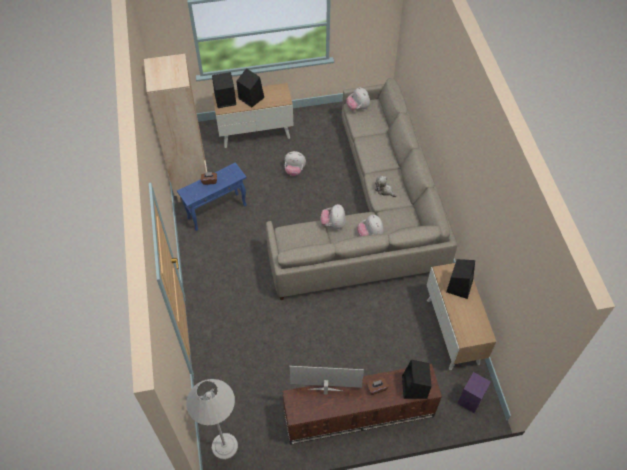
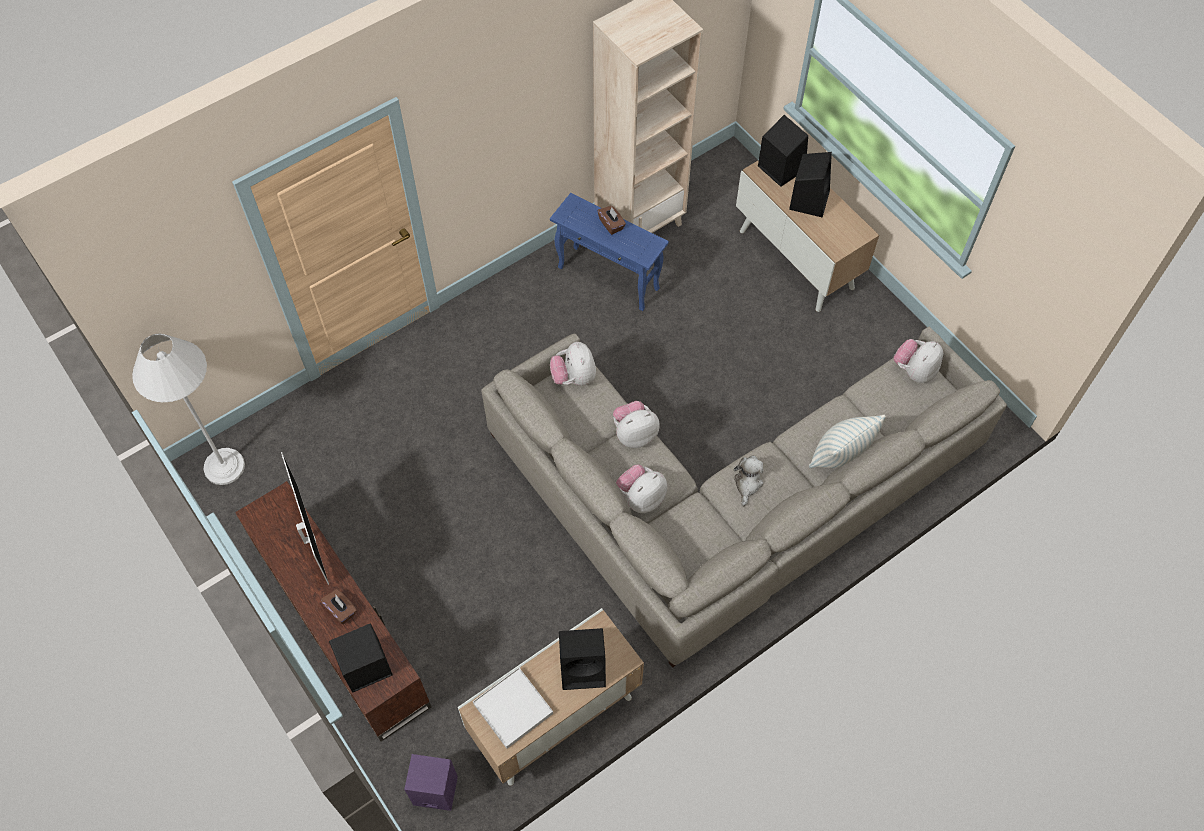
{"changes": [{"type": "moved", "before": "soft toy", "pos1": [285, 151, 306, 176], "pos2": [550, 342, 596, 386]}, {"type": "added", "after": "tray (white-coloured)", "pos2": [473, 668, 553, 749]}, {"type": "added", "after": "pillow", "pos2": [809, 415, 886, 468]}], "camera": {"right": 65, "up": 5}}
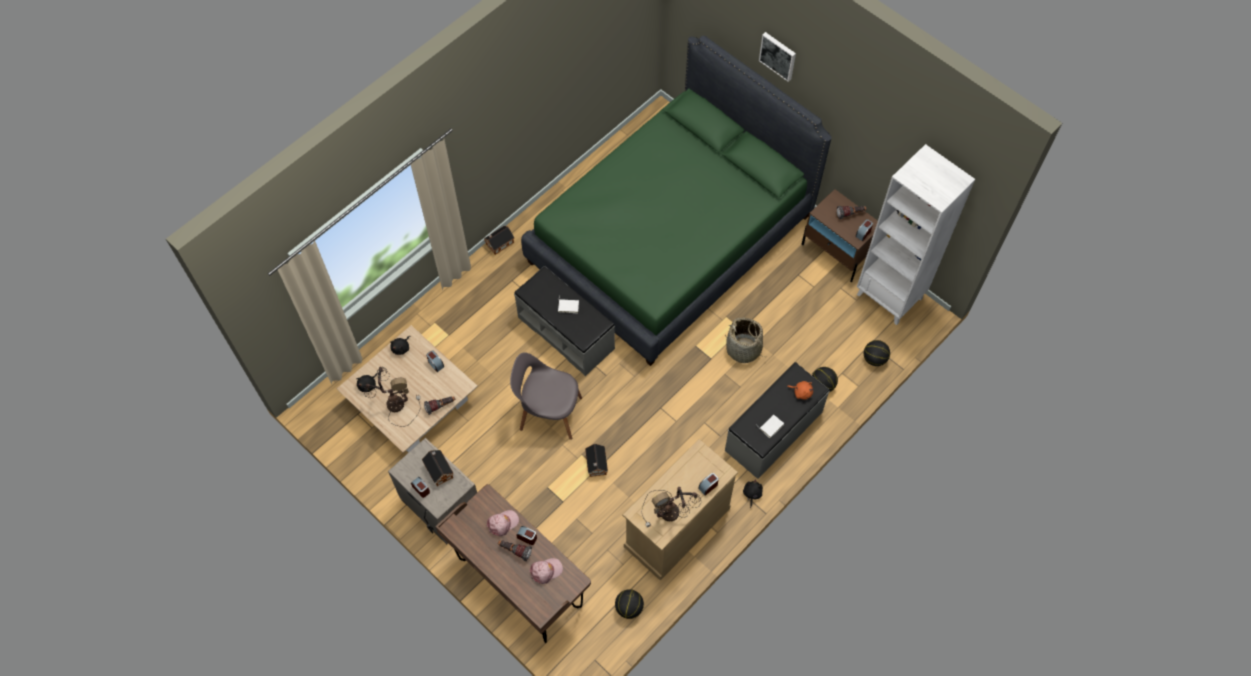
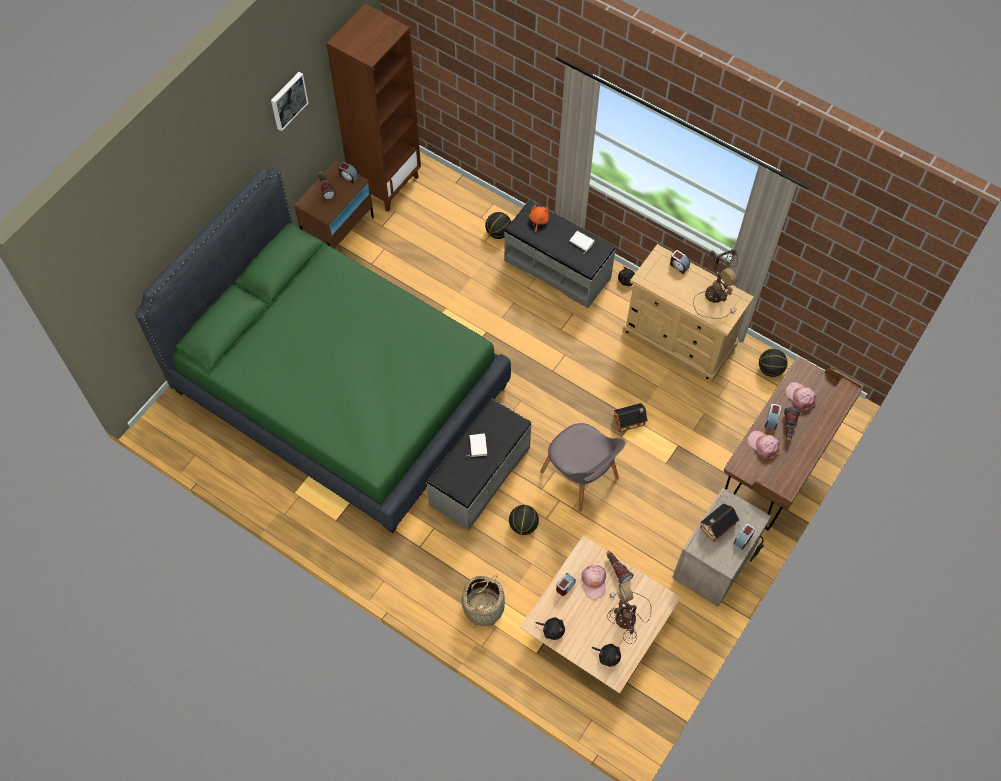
{"changes": [{"type": "removed", "before": "toy house", "pos1": [484, 226, 514, 255]}, {"type": "turned", "before": "plain chair (grey)", "pos1": [510, 352, 582, 440], "pos2": [540, 423, 626, 512], "turn": -45}, {"type": "moved", "before": "basket", "pos1": [725, 317, 764, 363], "pos2": [462, 575, 505, 628]}, {"type": "moved", "before": "wall art", "pos1": [759, 32, 796, 82], "pos2": [271, 72, 308, 131]}, {"type": "recoloured", "before": "bookshelf (white-coloured)", "after": "bookshelf (brownish)", "pos1": [857, 144, 975, 325], "pos2": [326, 4, 421, 212]}, {"type": "moved", "before": "basketball ball", "pos1": [864, 340, 890, 366], "pos2": [509, 505, 539, 535]}, {"type": "added", "after": "baseball cap (pinkish)", "pos2": [581, 565, 606, 598]}], "camera": {"right": -100, "up": 0}}
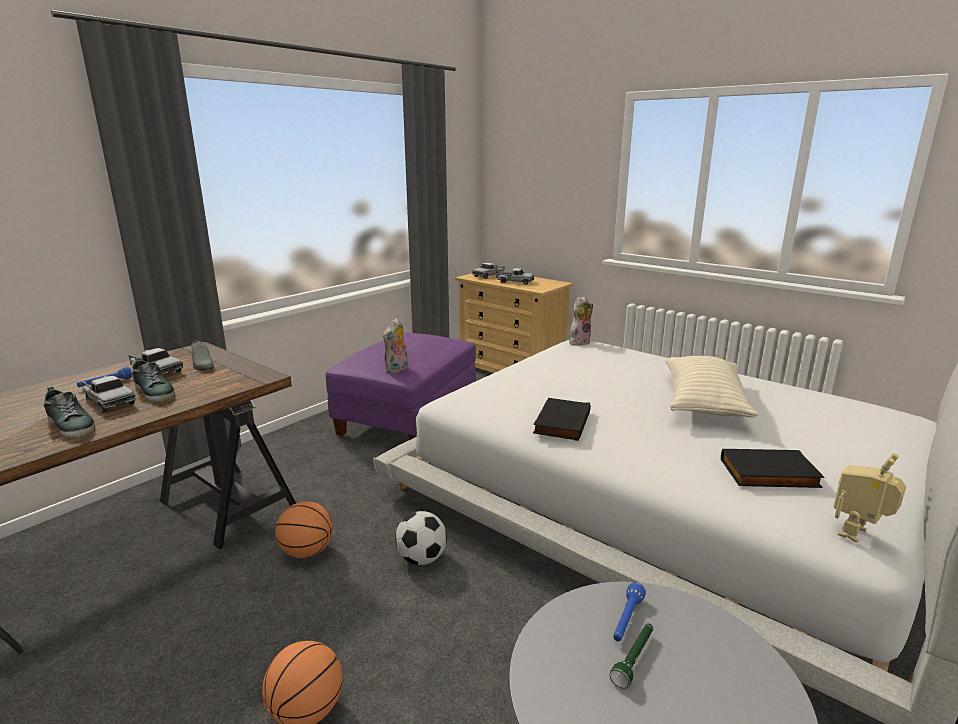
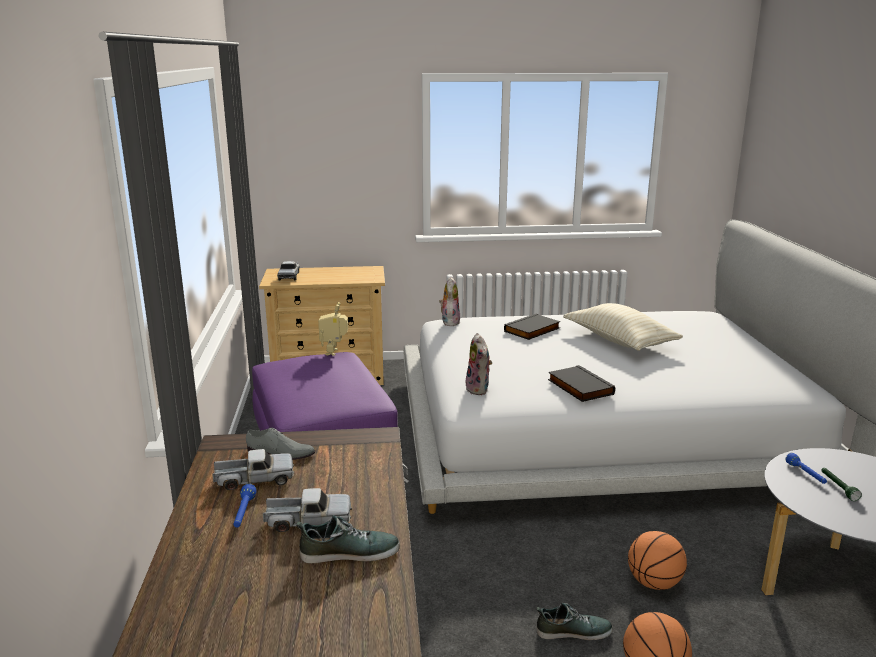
{"changes": [{"type": "moved", "before": "item of footwear", "pos1": [132, 358, 175, 402], "pos2": [537, 603, 613, 640]}, {"type": "moved", "before": "basketball ball", "pos1": [275, 501, 333, 559], "pos2": [628, 531, 687, 590]}, {"type": "moved", "before": "soft toy", "pos1": [383, 318, 408, 374], "pos2": [466, 333, 492, 395]}, {"type": "removed", "before": "football", "pos1": [395, 511, 447, 565]}, {"type": "removed", "before": "toy lorry", "pos1": [496, 268, 534, 285]}, {"type": "moved", "before": "volume (blackish)", "pos1": [721, 449, 824, 488], "pos2": [504, 313, 560, 340]}, {"type": "moved", "before": "robot figure", "pos1": [833, 453, 906, 543], "pos2": [318, 302, 348, 355]}], "camera": {"right": -45, "up": 0}}
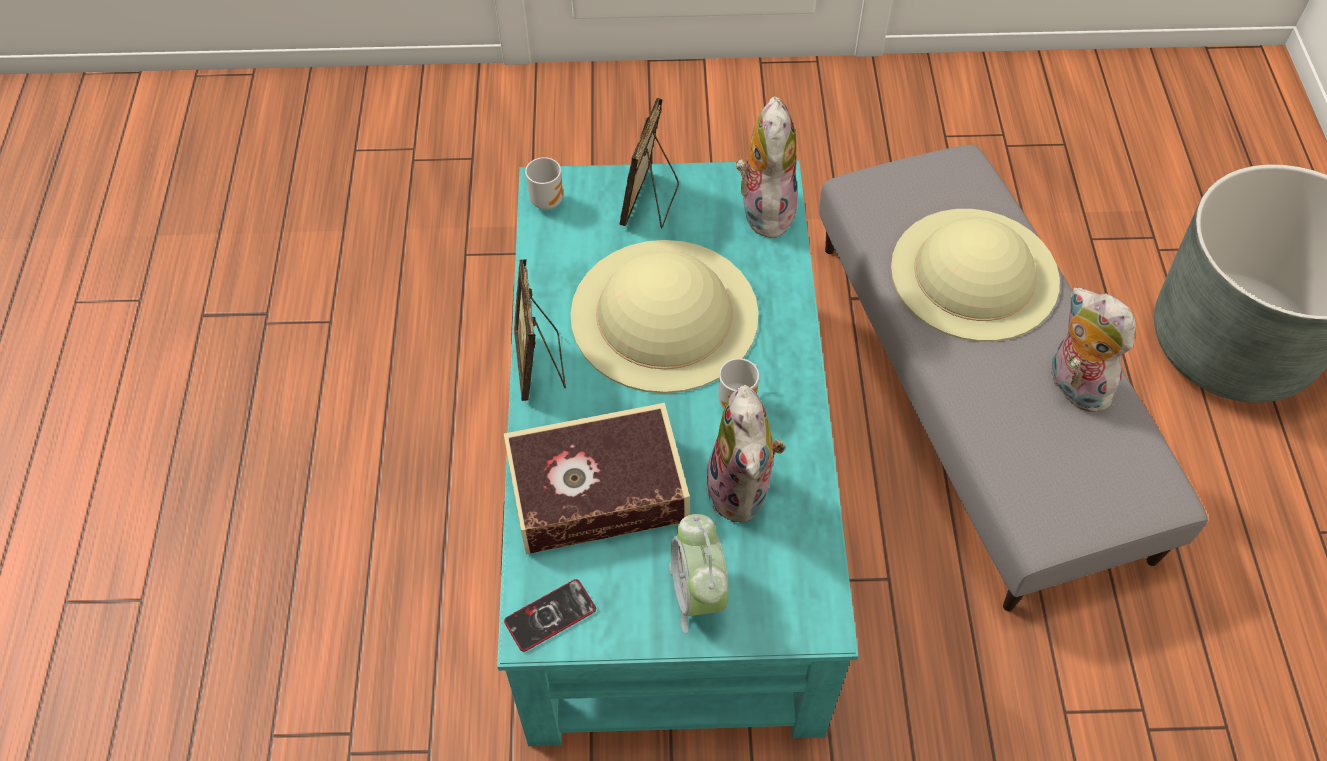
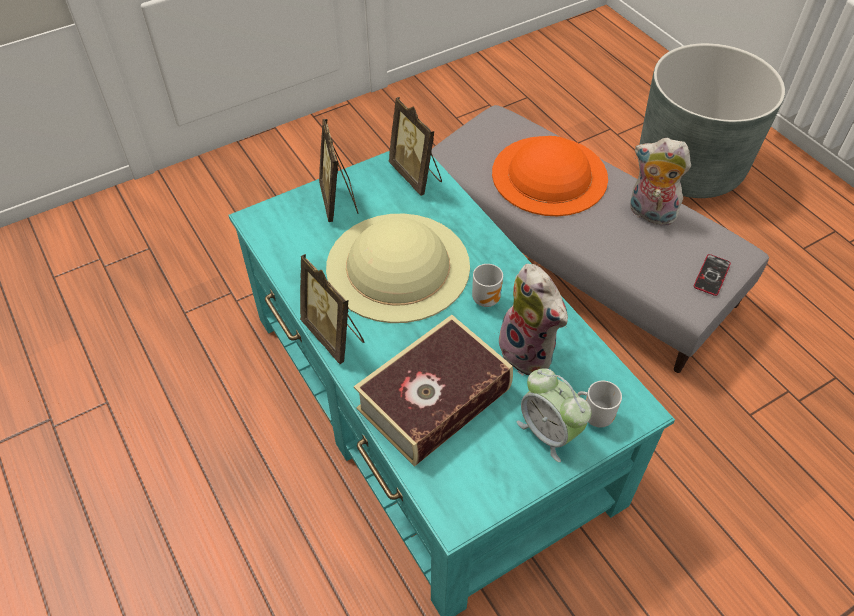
{"changes": [{"type": "moved", "before": "phone", "pos1": [504, 579, 596, 652], "pos2": [694, 254, 731, 296]}, {"type": "moved", "before": "mug", "pos1": [525, 157, 563, 210], "pos2": [577, 381, 622, 427]}, {"type": "replaced", "before": "soft toy", "after": "standing frame", "pos1": [736, 96, 798, 238], "pos2": [389, 97, 442, 196]}, {"type": "recoloured", "before": "wearable hat (beige)", "after": "wearable hat (orange-coloured)", "pos1": [891, 209, 1060, 342], "pos2": [492, 136, 608, 216]}], "camera": {"right": -30, "up": -5}}
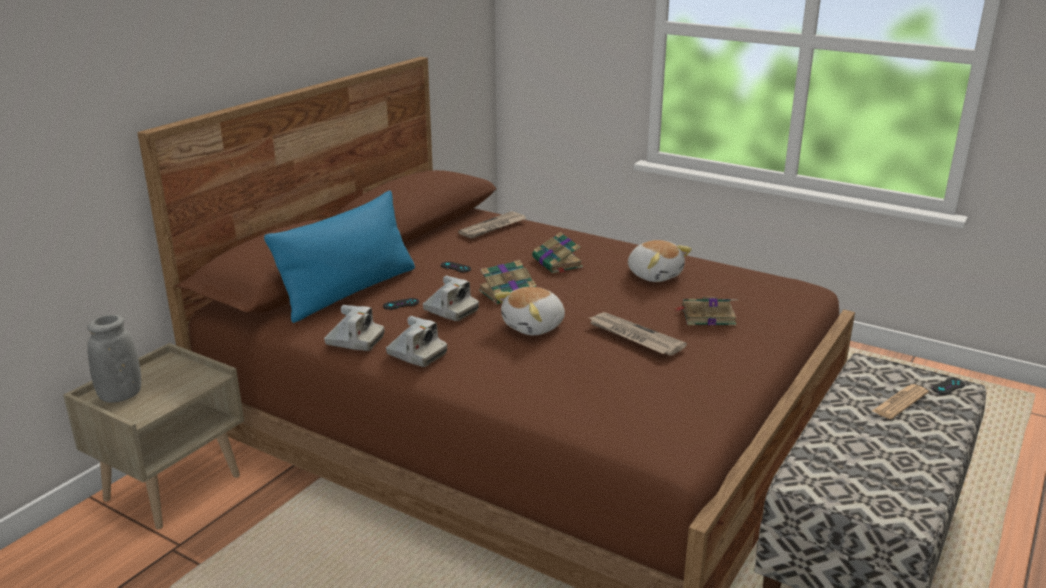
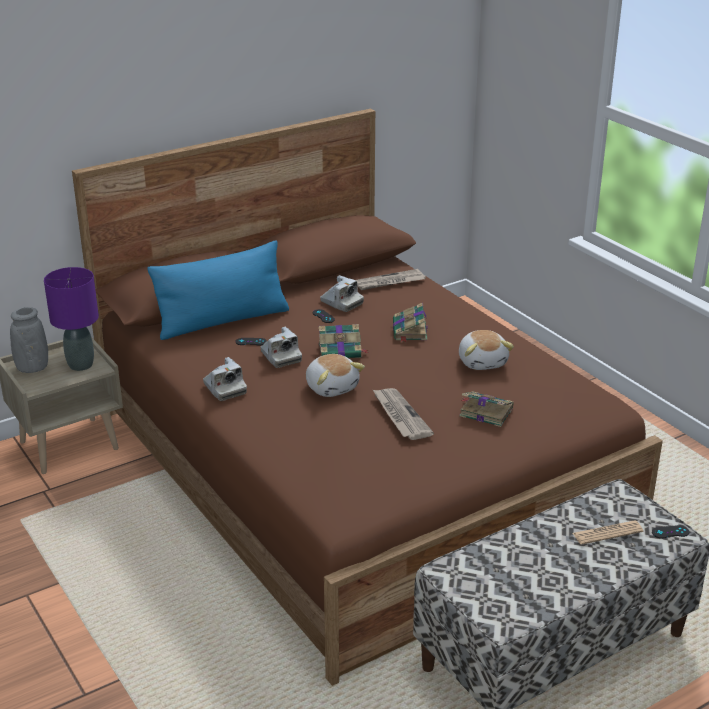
{"changes": [{"type": "moved", "before": "still camera", "pos1": [324, 305, 385, 351], "pos2": [320, 275, 364, 312]}, {"type": "turned", "before": "soft toy", "pos1": [494, 287, 565, 335], "pos2": [306, 354, 365, 397], "turn": -105}, {"type": "added", "after": "lamp for a table (purple-coloured)", "pos2": [44, 267, 99, 371]}], "camera": {"right": 25, "up": 5}}
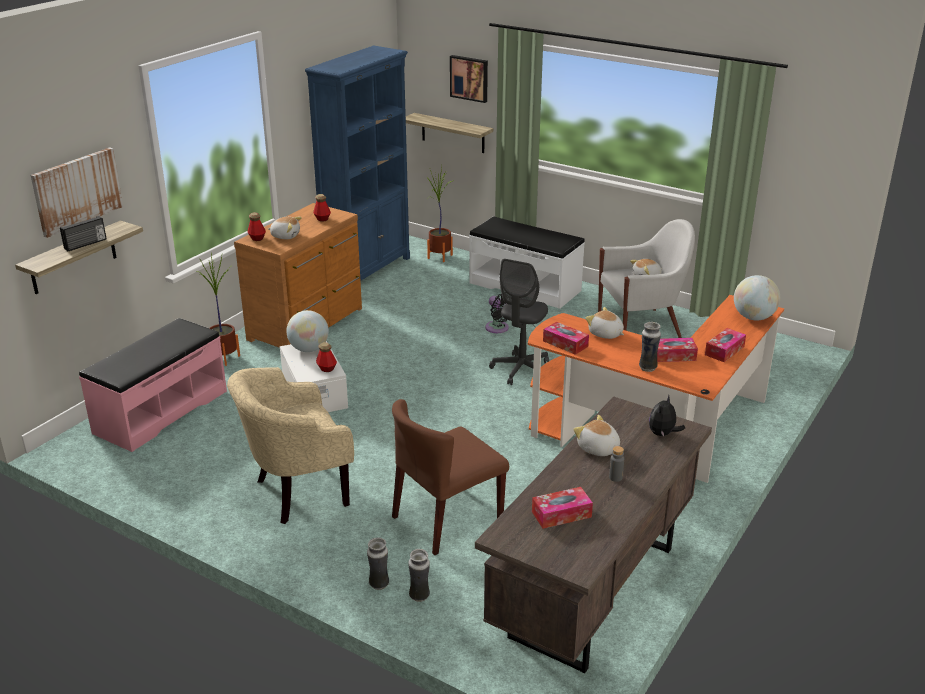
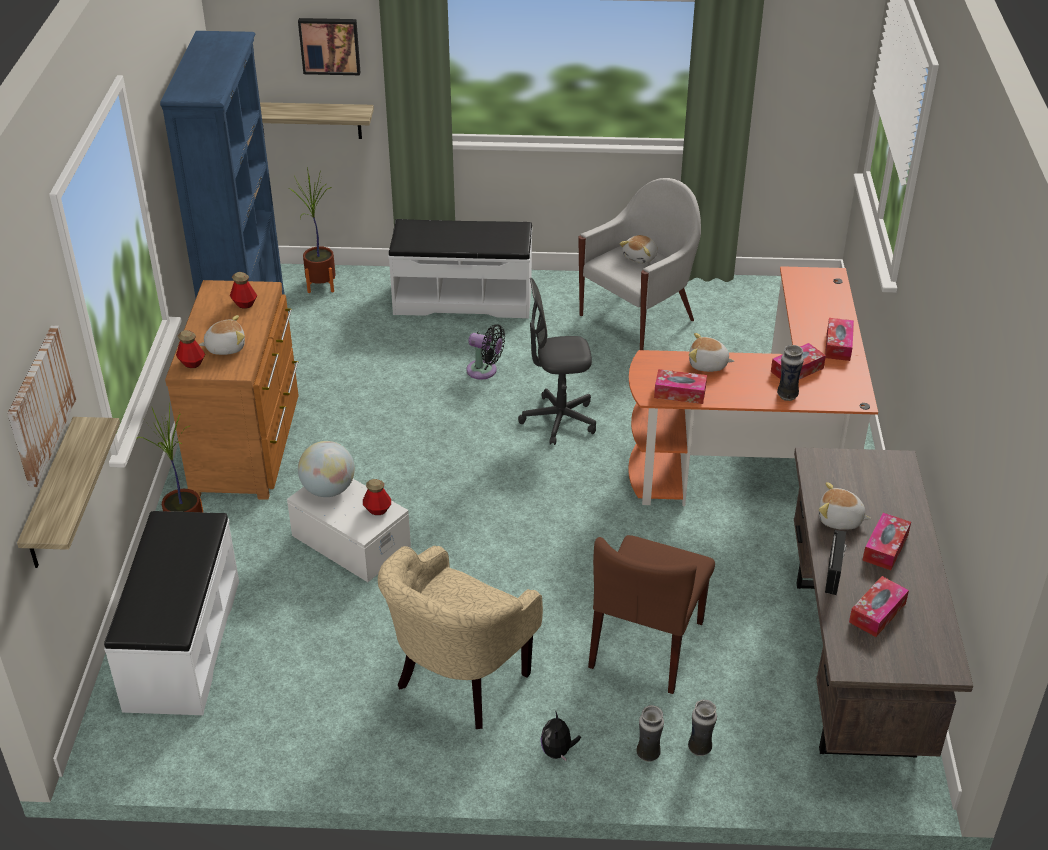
{"changes": [{"type": "moved", "before": "radio receiver", "pos1": [60, 216, 107, 251], "pos2": [825, 530, 847, 595]}, {"type": "recoloured", "before": "long seat (pinkish)", "after": "long seat (white-coloured)", "pos1": [79, 318, 227, 452], "pos2": [104, 511, 239, 715]}, {"type": "turned", "before": "desk chair (grey)", "pos1": [489, 259, 549, 385], "pos2": [518, 278, 596, 445], "turn": 90}, {"type": "replaced", "before": "drink bottle (grey)", "after": "tissue holder", "pos1": [609, 446, 624, 482], "pos2": [862, 513, 911, 570]}, {"type": "moved", "before": "soft toy", "pos1": [649, 395, 685, 437], "pos2": [540, 712, 581, 762]}, {"type": "removed", "before": "world globe", "pos1": [734, 275, 780, 321]}], "camera": {"right": -30, "up": 10}}
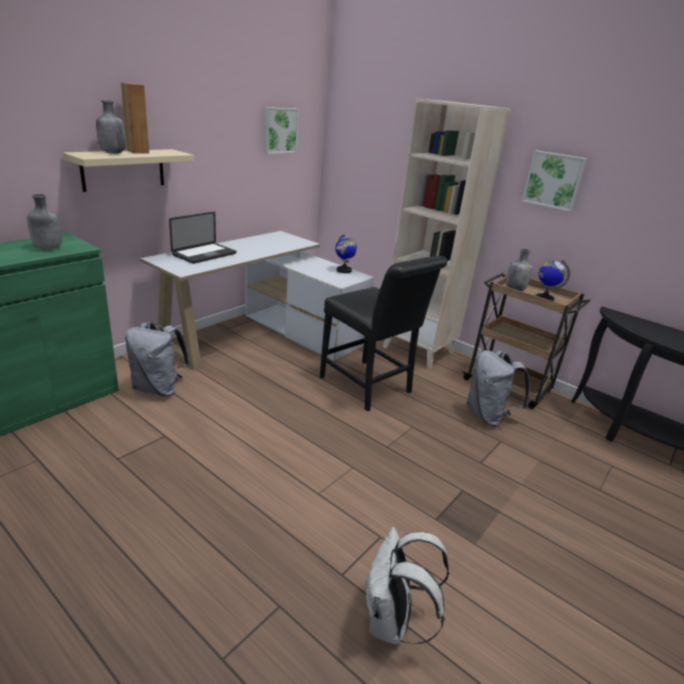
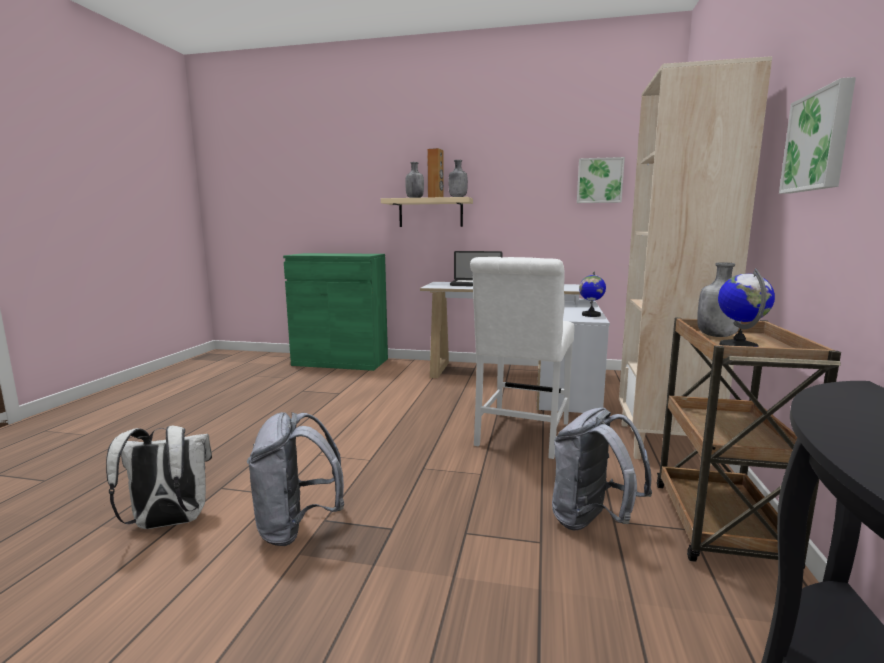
{"changes": [{"type": "moved", "before": "drink bottle (grey)", "pos1": [27, 194, 62, 249], "pos2": [449, 160, 468, 197]}, {"type": "moved", "before": "rucksack (grey)", "pos1": [125, 322, 190, 396], "pos2": [247, 412, 344, 546]}, {"type": "recoloured", "before": "plain chair (blackish)", "after": "plain chair (white-coloured)", "pos1": [320, 256, 447, 411], "pos2": [470, 257, 575, 459]}], "camera": {"right": 65, "up": -15}}
